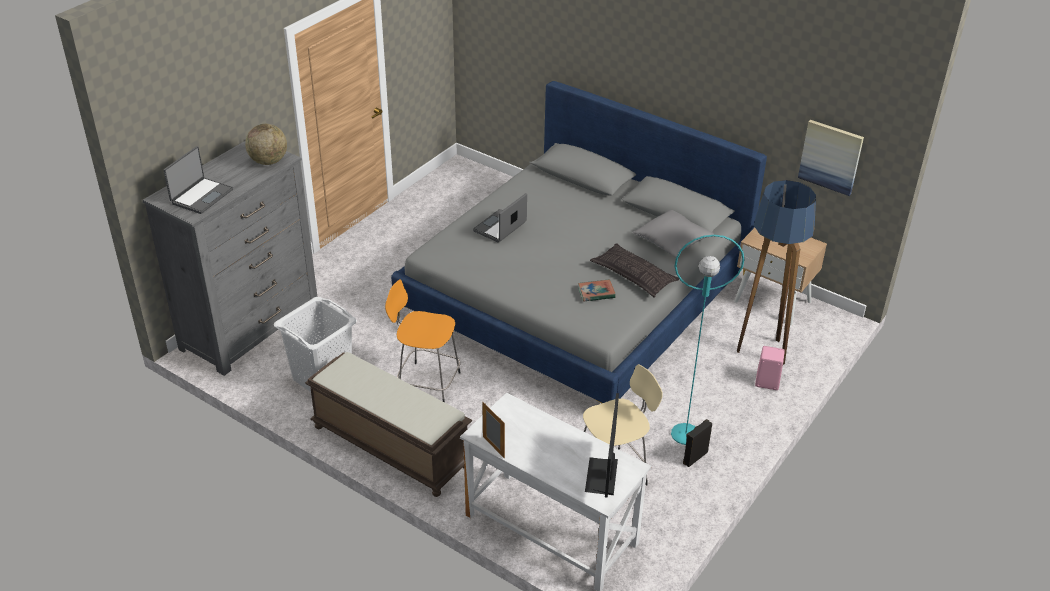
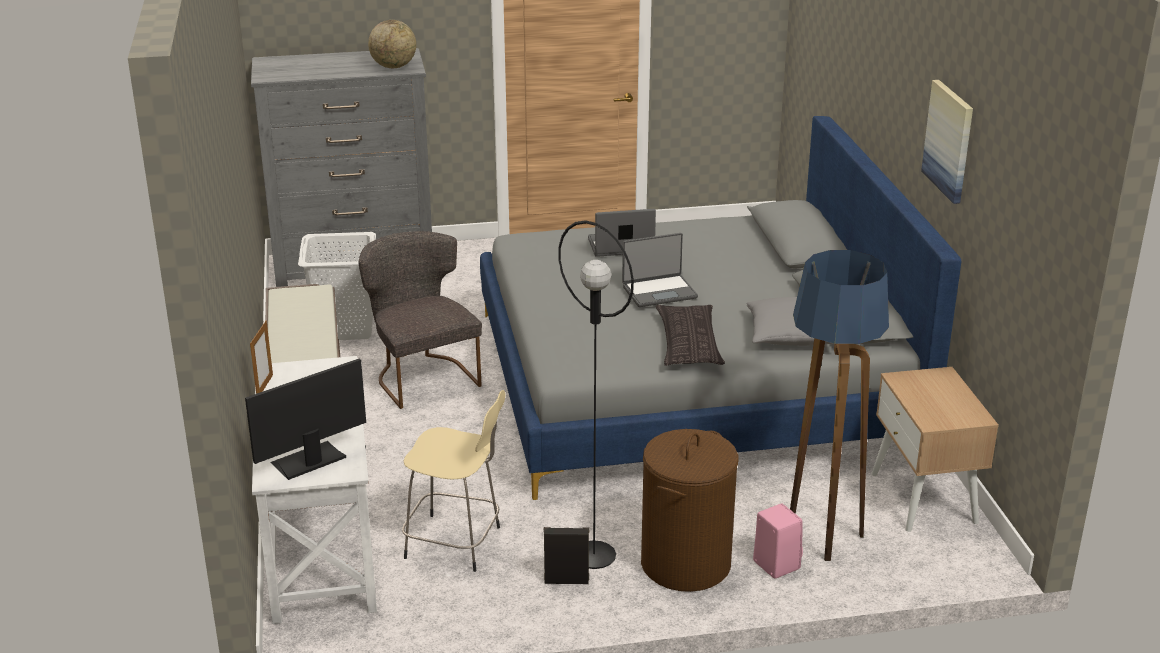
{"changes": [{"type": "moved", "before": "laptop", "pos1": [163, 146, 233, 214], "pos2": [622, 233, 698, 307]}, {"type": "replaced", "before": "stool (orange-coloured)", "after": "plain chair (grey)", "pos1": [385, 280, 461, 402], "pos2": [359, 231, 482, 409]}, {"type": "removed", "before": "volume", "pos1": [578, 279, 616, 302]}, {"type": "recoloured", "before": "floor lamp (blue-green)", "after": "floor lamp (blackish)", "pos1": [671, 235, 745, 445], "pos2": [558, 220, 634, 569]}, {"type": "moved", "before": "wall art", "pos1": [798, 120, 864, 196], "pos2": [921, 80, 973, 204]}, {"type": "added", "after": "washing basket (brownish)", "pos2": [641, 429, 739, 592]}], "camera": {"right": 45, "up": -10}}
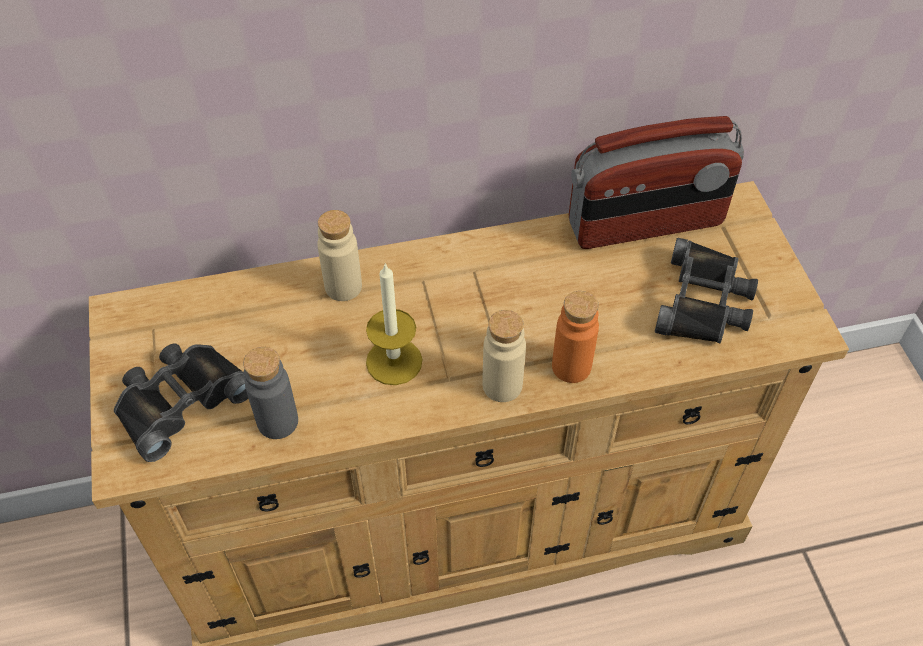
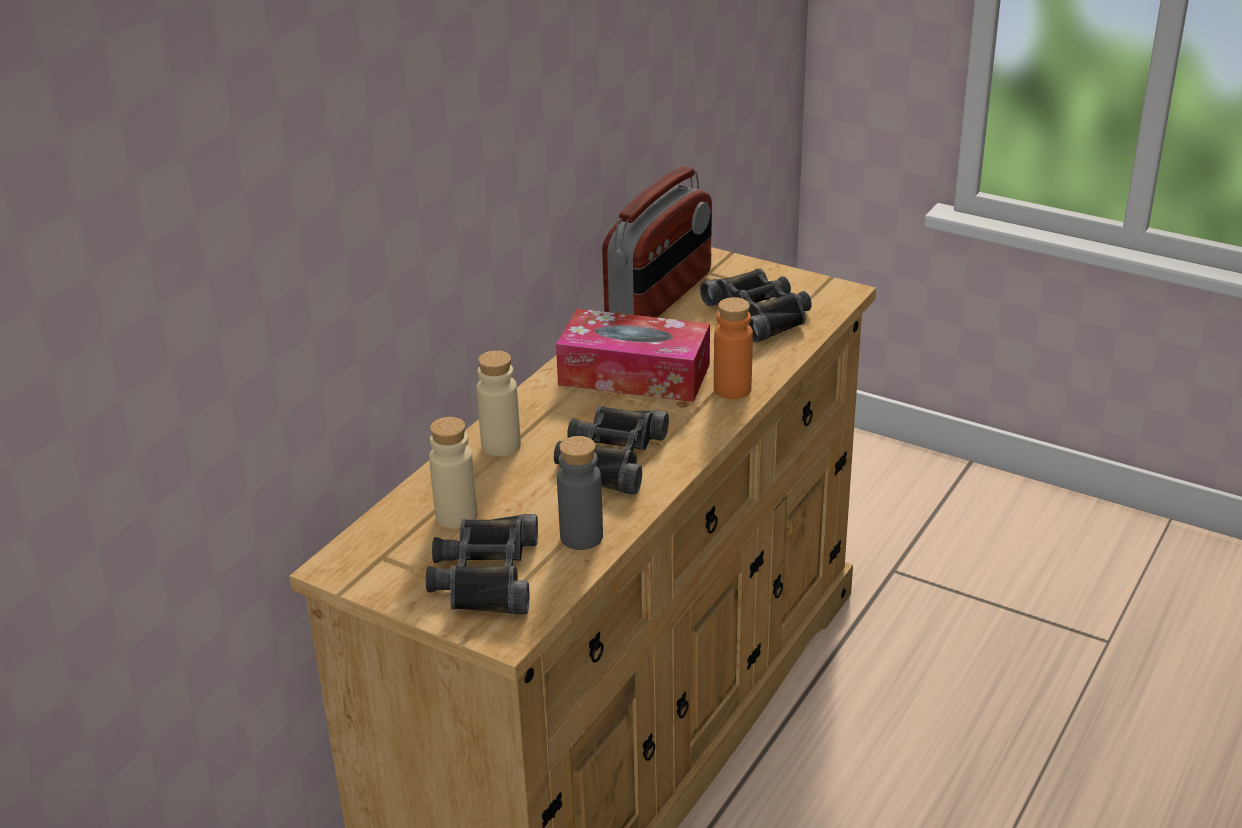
{"changes": [{"type": "replaced", "before": "wax candle", "after": "pair of binoculars (blackish)", "pos1": [366, 263, 423, 385], "pos2": [554, 406, 669, 495]}, {"type": "moved", "before": "drink bottle (beige)", "pos1": [483, 310, 526, 402], "pos2": [429, 417, 478, 529]}, {"type": "added", "after": "tissue holder", "pos2": [556, 309, 710, 402]}], "camera": {"right": -45, "up": -20}}
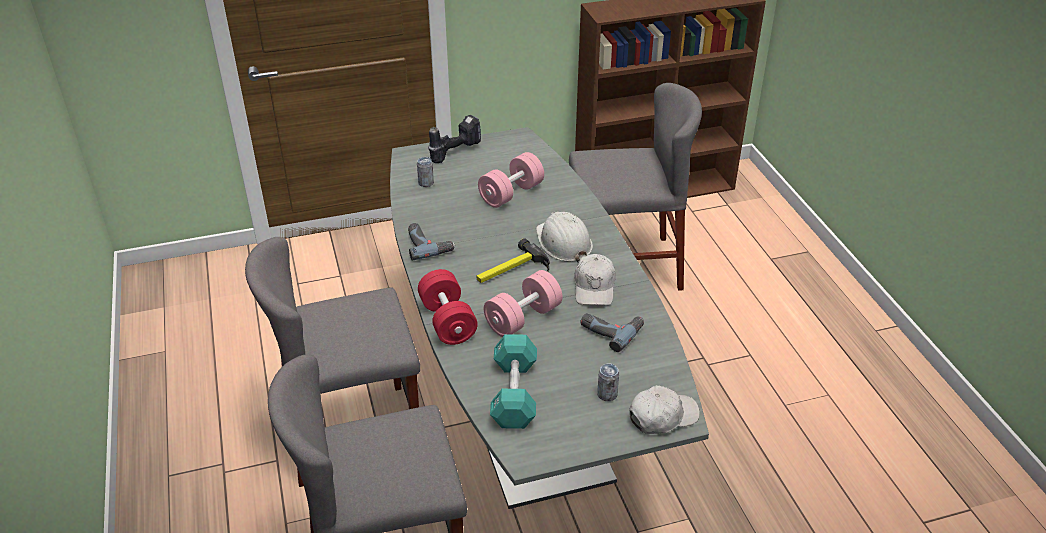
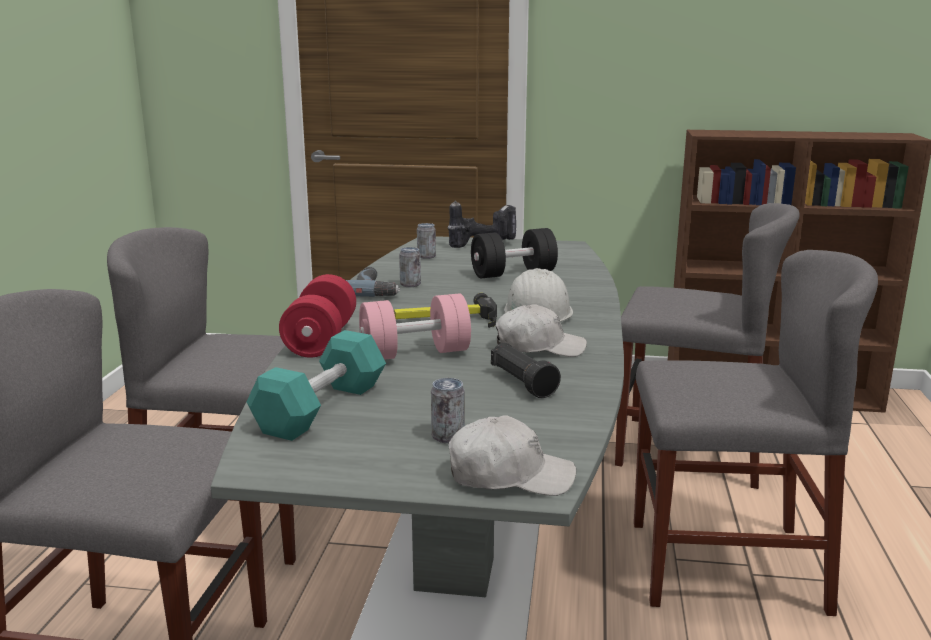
{"changes": [{"type": "recoloured", "before": "dumbbell (pinkish)", "after": "dumbbell (blackish)", "pos1": [478, 152, 544, 208], "pos2": [471, 228, 558, 279]}, {"type": "turned", "before": "baseball cap (white-coloured)", "pos1": [574, 254, 616, 306], "pos2": [495, 304, 587, 357], "turn": -120}, {"type": "replaced", "before": "electric drill", "after": "flashlight (blackish)", "pos1": [580, 313, 644, 352], "pos2": [491, 343, 561, 398]}, {"type": "added", "after": "metal can", "pos2": [399, 247, 421, 287]}, {"type": "added", "after": "plain chair (grey)", "pos2": [634, 250, 878, 616]}], "camera": {"right": 25, "up": -20}}
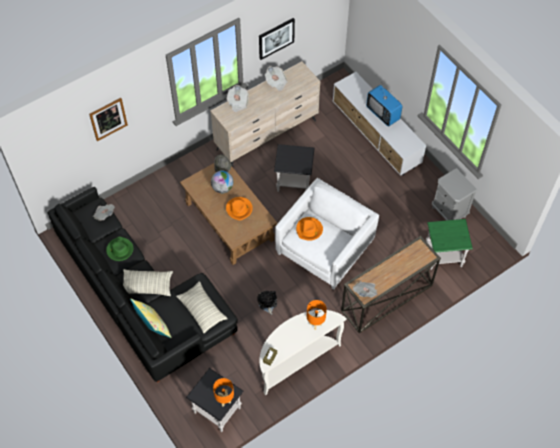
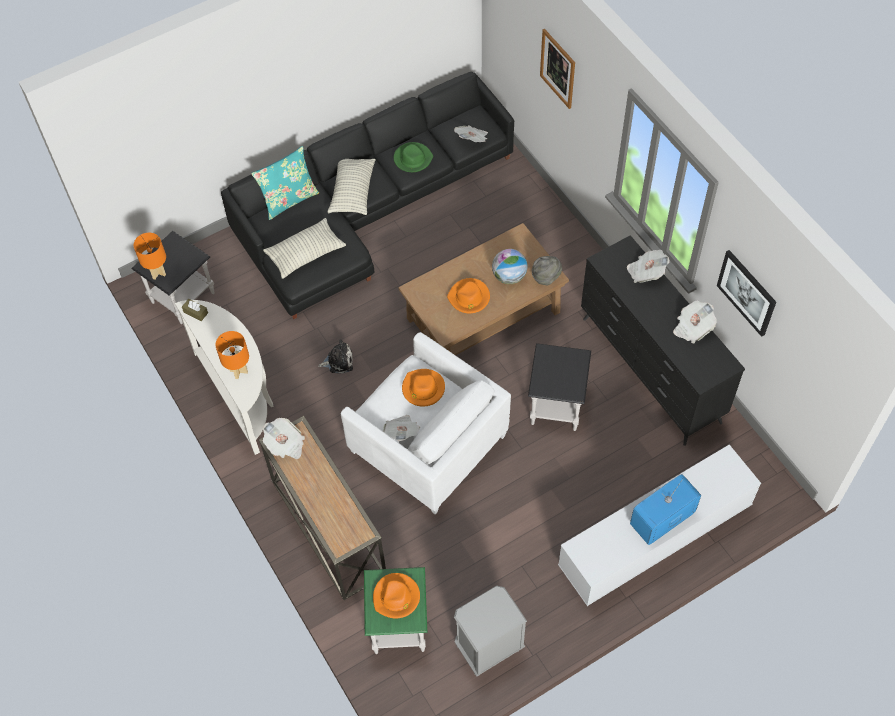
{"changes": [{"type": "recoloured", "before": "pillow (yellow-coloured)", "after": "pillow (blue-green)", "pos1": [130, 299, 171, 338], "pos2": [251, 146, 319, 220]}, {"type": "recoloured", "before": "drawer chest (beige)", "after": "drawer chest (blackish)", "pos1": [210, 61, 320, 167], "pos2": [581, 235, 745, 446]}, {"type": "added", "after": "wearable hat (orange-coloured)", "pos2": [373, 573, 420, 619]}, {"type": "added", "after": "printed paper", "pos2": [382, 415, 420, 441]}], "camera": {"right": 95, "up": 0}}
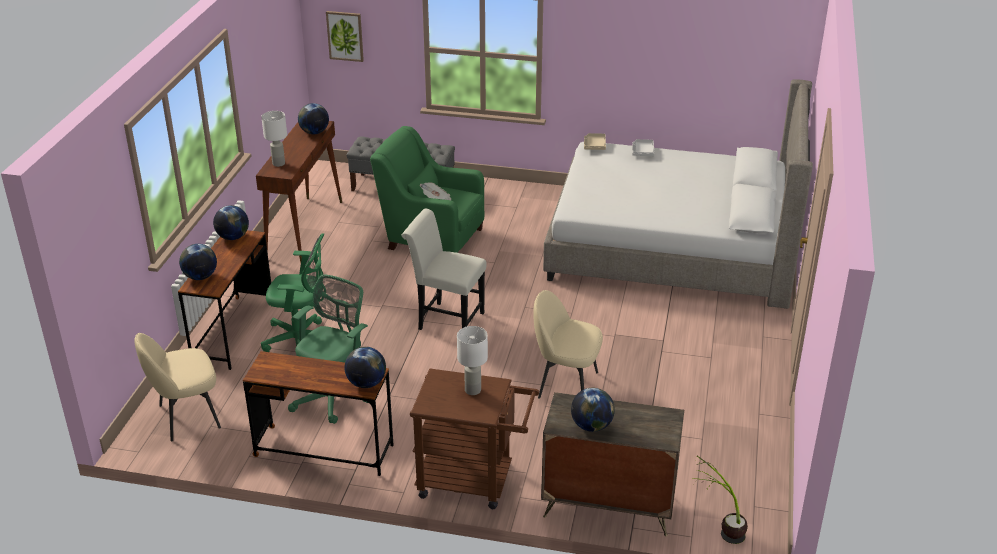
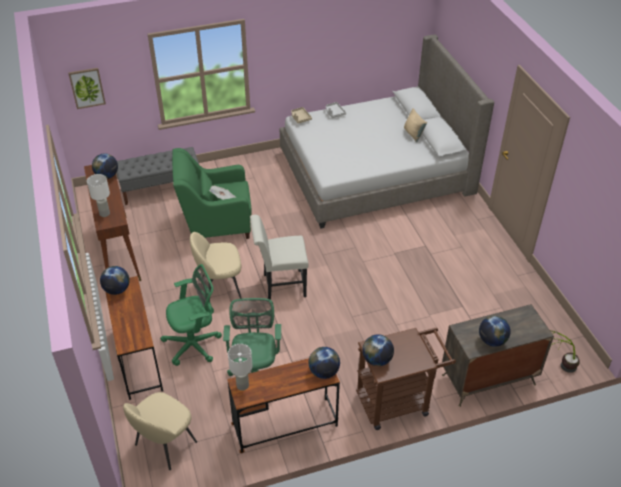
{"changes": [{"type": "moved", "before": "world globe", "pos1": [179, 244, 217, 280], "pos2": [362, 334, 394, 366]}, {"type": "moved", "before": "lamp for a table (white-coloured)", "pos1": [457, 326, 488, 395], "pos2": [228, 344, 253, 391]}, {"type": "moved", "before": "plain chair (beige)", "pos1": [534, 290, 603, 399], "pos2": [190, 232, 242, 299]}, {"type": "added", "after": "pillow (beige)", "pos2": [404, 108, 427, 142]}], "camera": {"right": -30, "up": 10}}
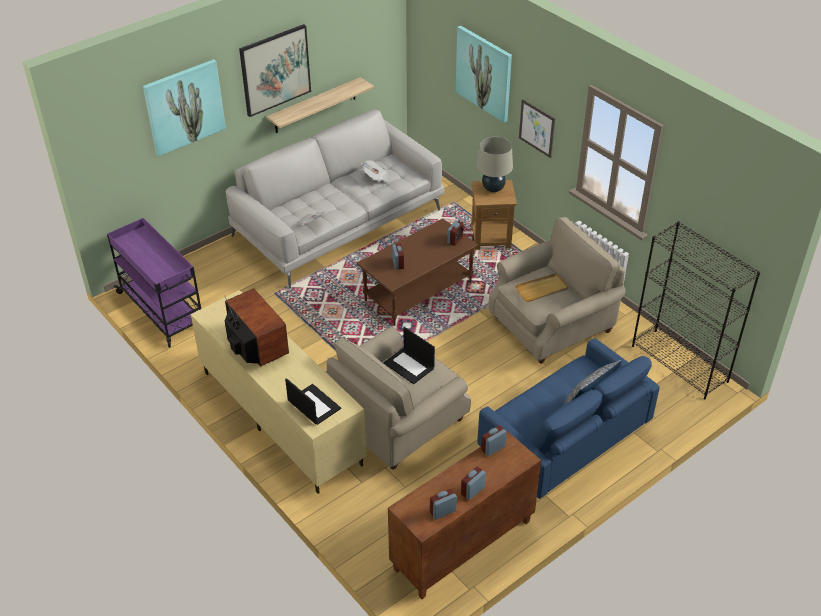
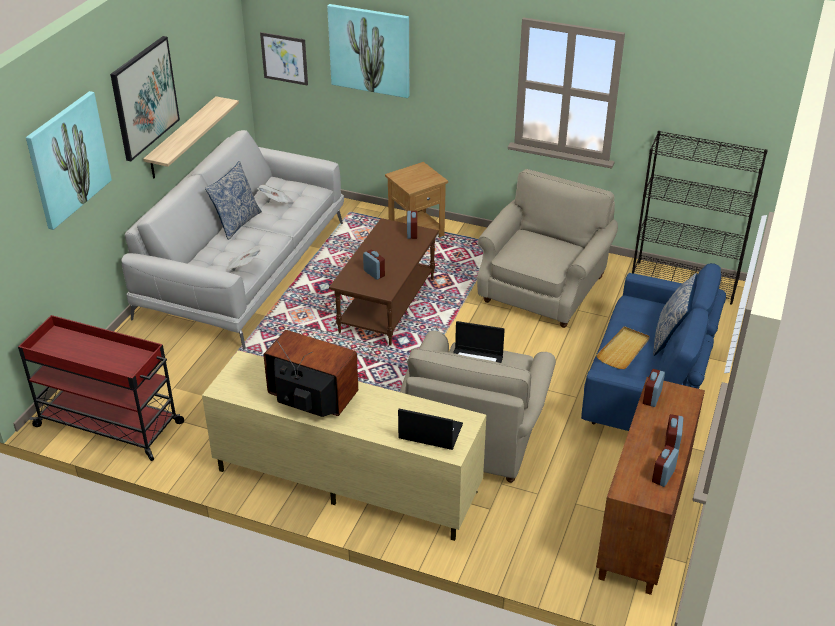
{"changes": [{"type": "recoloured", "before": "wheeled cart (purple-coloured)", "after": "wheeled cart (reddish)", "pos1": [107, 218, 201, 348], "pos2": [18, 315, 184, 461]}, {"type": "removed", "before": "lamp for a table (beige)", "pos1": [476, 137, 513, 192]}, {"type": "moved", "before": "tray (beige)", "pos1": [515, 273, 568, 302], "pos2": [596, 326, 650, 369]}, {"type": "moved", "before": "wall art", "pos1": [519, 99, 555, 158], "pos2": [260, 32, 308, 86]}, {"type": "added", "after": "pillow", "pos2": [205, 161, 262, 240]}], "camera": {"right": -30, "up": -5}}
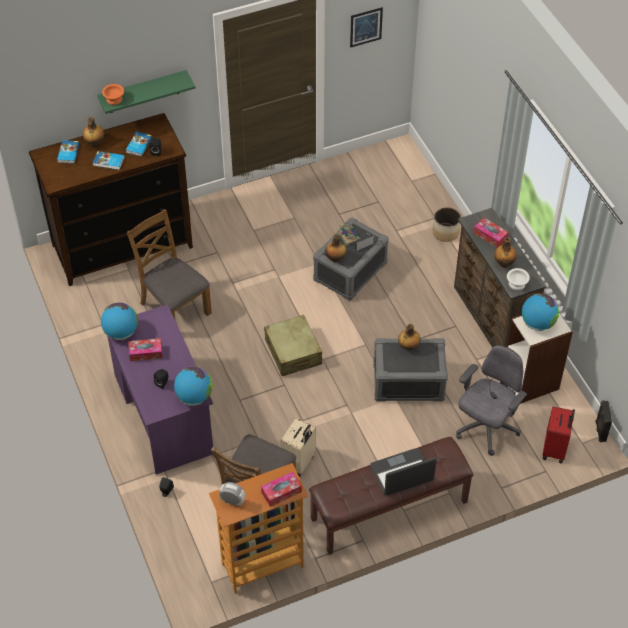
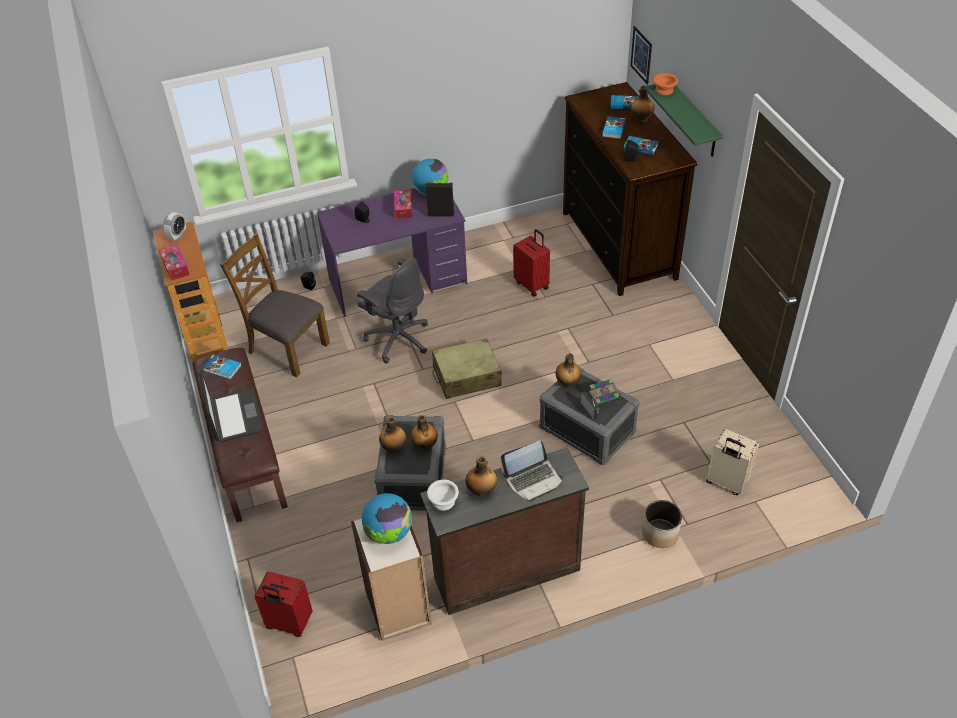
{"changes": [{"type": "replaced", "before": "plain chair (brownish)", "after": "piece of luggage (reddish)", "pos1": [127, 209, 212, 319], "pos2": [513, 229, 550, 297]}, {"type": "removed", "before": "world globe", "pos1": [174, 366, 213, 405]}, {"type": "moved", "before": "piece of luggage (beige)", "pos1": [281, 418, 316, 477], "pos2": [706, 429, 759, 495]}, {"type": "moved", "before": "wall art", "pos1": [350, 7, 383, 48], "pos2": [630, 26, 652, 85]}, {"type": "moved", "before": "desk chair (grey)", "pos1": [456, 345, 527, 456], "pos2": [357, 257, 428, 364]}, {"type": "replaced", "before": "tissue holder", "after": "laptop", "pos1": [473, 218, 509, 248], "pos2": [501, 440, 563, 502]}, {"type": "moved", "before": "speaker (blackish)", "pos1": [596, 400, 612, 442], "pos2": [425, 183, 455, 217]}, {"type": "added", "after": "volume", "pos2": [202, 354, 241, 379]}, {"type": "added", "after": "drink bottle", "pos2": [379, 417, 406, 453]}], "camera": {"right": 95, "up": -5}}
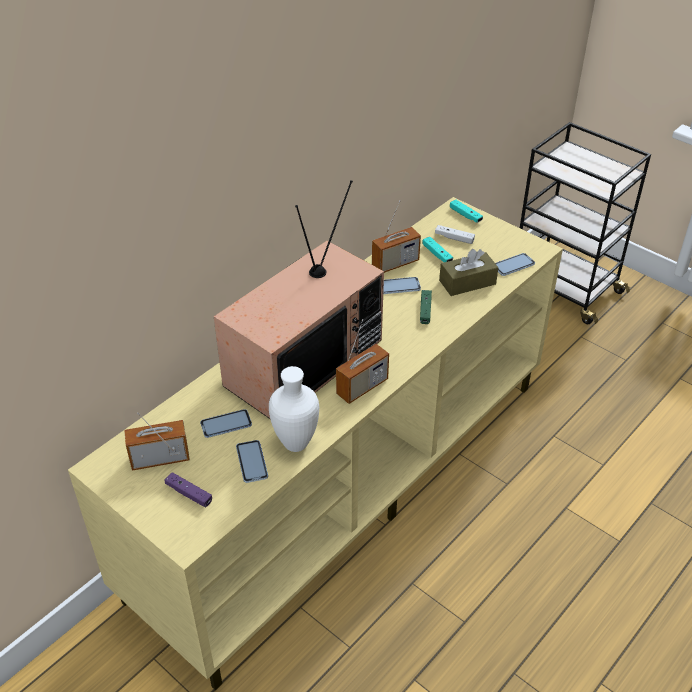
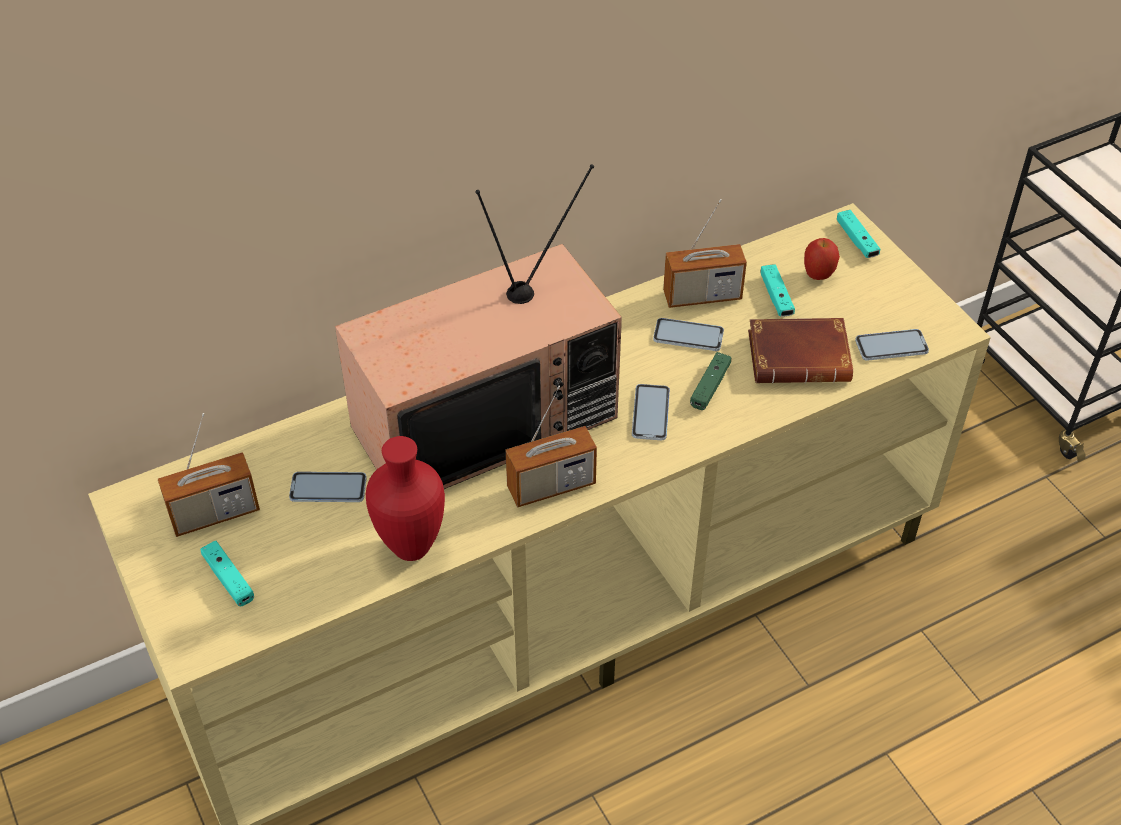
{"changes": [{"type": "turned", "before": "radio receiver", "pos1": [124, 413, 190, 471], "pos2": [158, 413, 260, 537], "turn": 150}, {"type": "recoloured", "before": "joypad (purple-coloured)", "after": "joypad (blue-green)", "pos1": [164, 472, 212, 507], "pos2": [200, 541, 254, 606]}, {"type": "moved", "before": "phone", "pos1": [236, 440, 268, 483], "pos2": [632, 384, 670, 440]}, {"type": "recoloured", "before": "vase (white-coloured)", "after": "vase (reddish)", "pos1": [269, 366, 319, 452], "pos2": [366, 436, 445, 561]}, {"type": "replaced", "before": "joypad (white-coloured)", "after": "apple", "pos1": [435, 225, 475, 244], "pos2": [804, 238, 840, 280]}, {"type": "replaced", "before": "tissue holder (brownish)", "after": "volume (brownish)", "pos1": [439, 249, 498, 296], "pos2": [748, 318, 853, 384]}], "camera": {"right": 20, "up": 5}}
